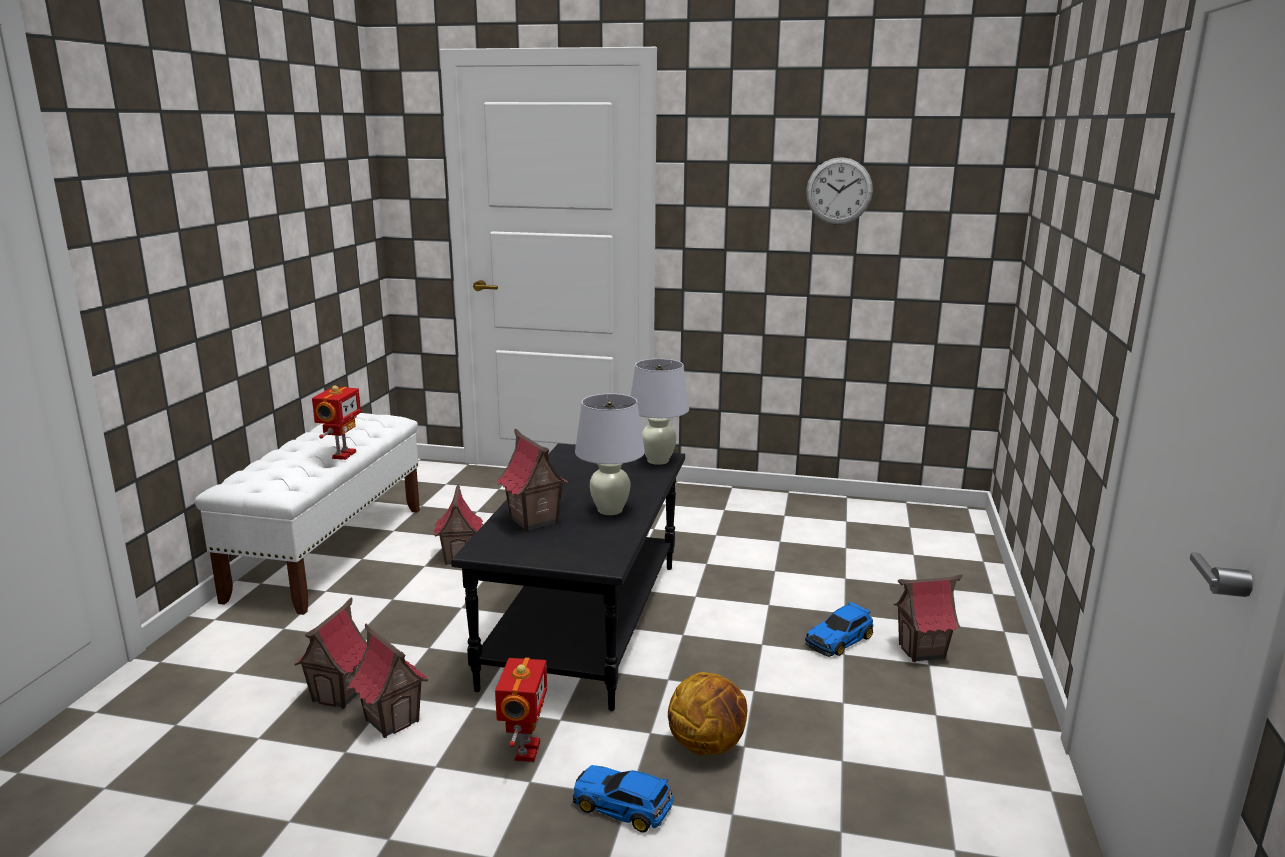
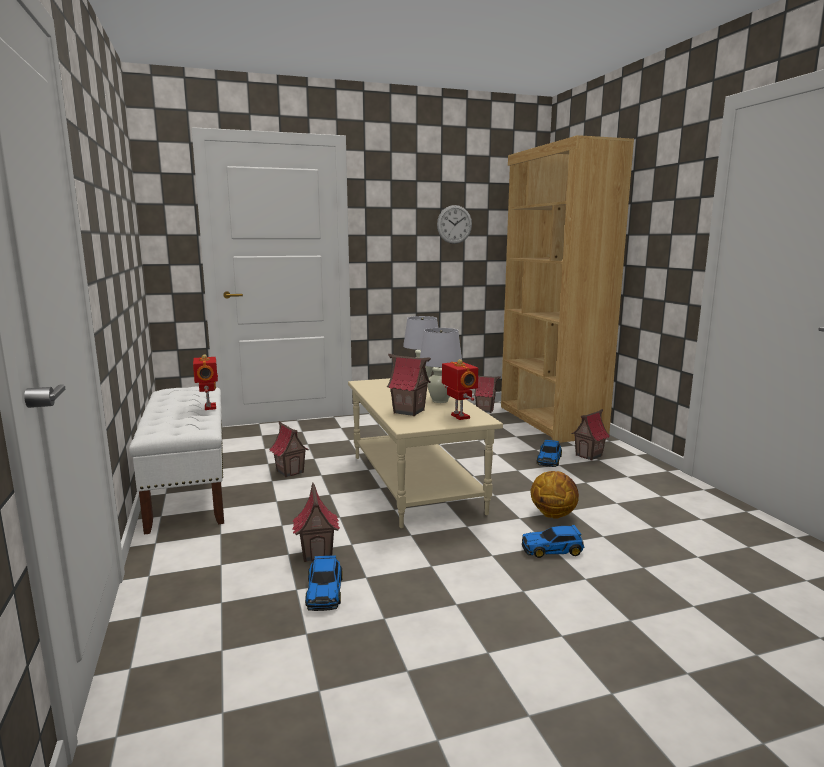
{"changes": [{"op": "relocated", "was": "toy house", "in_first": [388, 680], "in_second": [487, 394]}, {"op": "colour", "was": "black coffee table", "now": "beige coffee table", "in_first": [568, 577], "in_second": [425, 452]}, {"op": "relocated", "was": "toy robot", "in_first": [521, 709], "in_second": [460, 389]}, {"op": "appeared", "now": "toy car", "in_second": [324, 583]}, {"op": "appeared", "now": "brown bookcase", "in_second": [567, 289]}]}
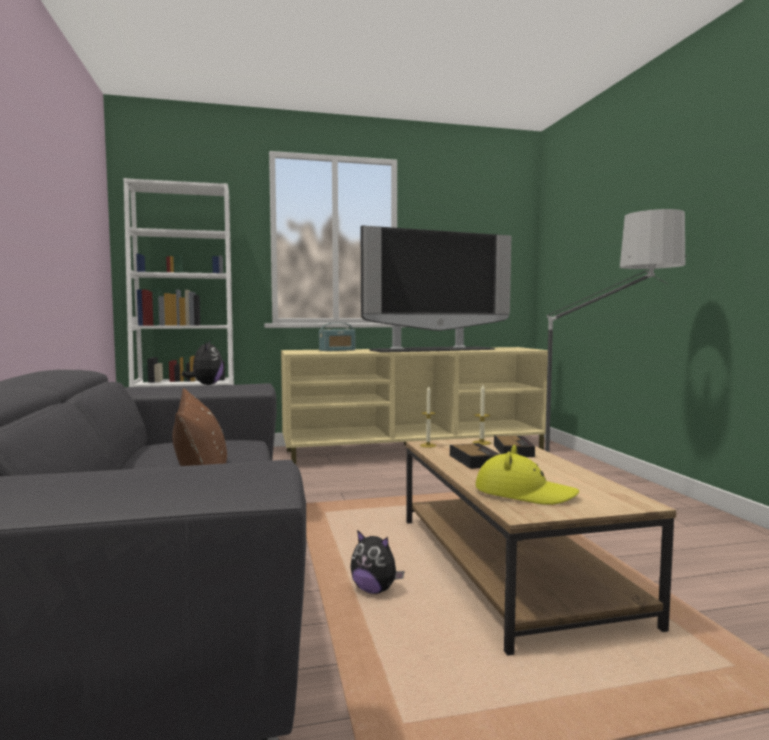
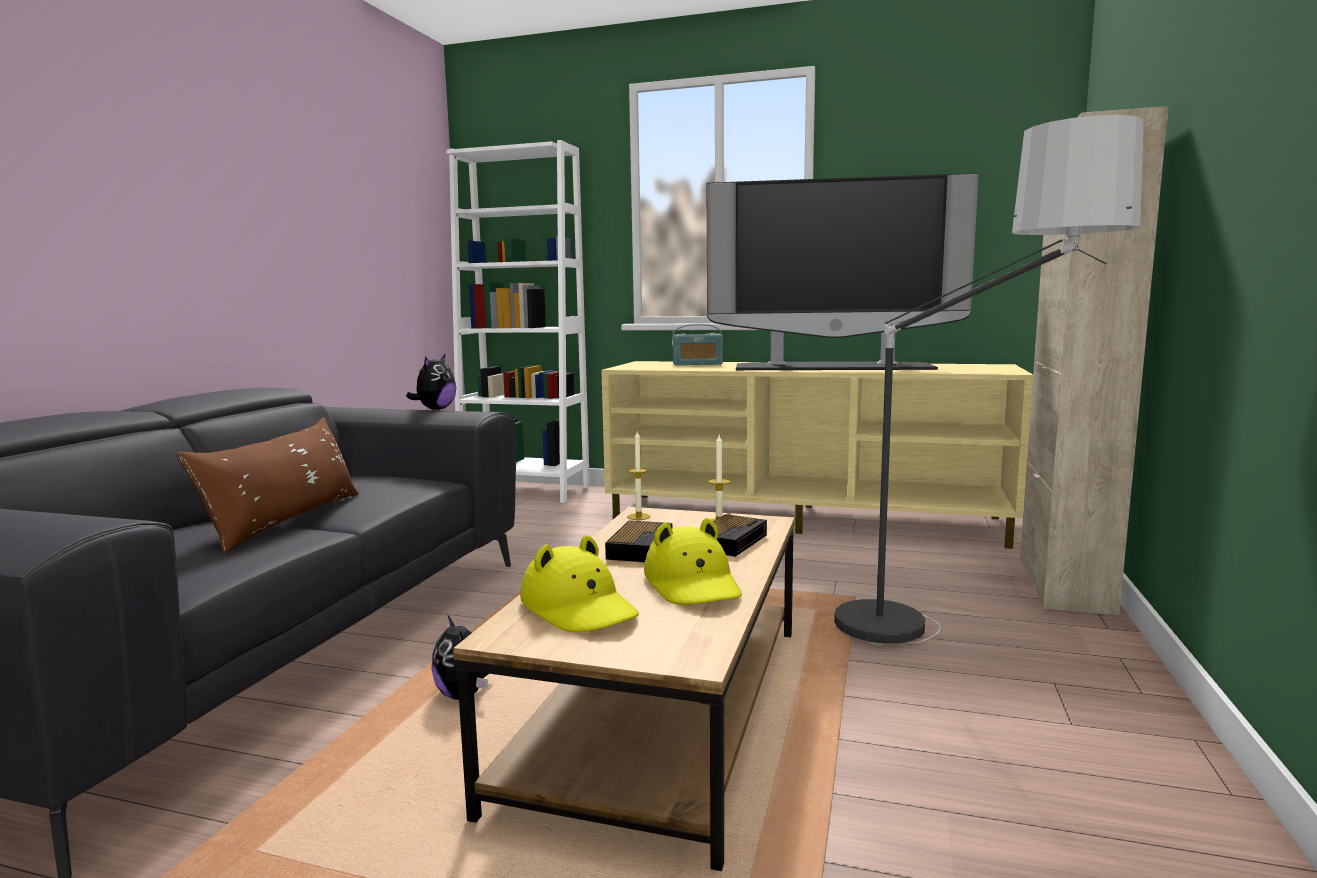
{"changes": [{"op": "appeared", "now": "yellow hat", "in_second": [693, 561]}, {"op": "appeared", "now": "beige cabinet", "in_second": [1094, 360]}]}
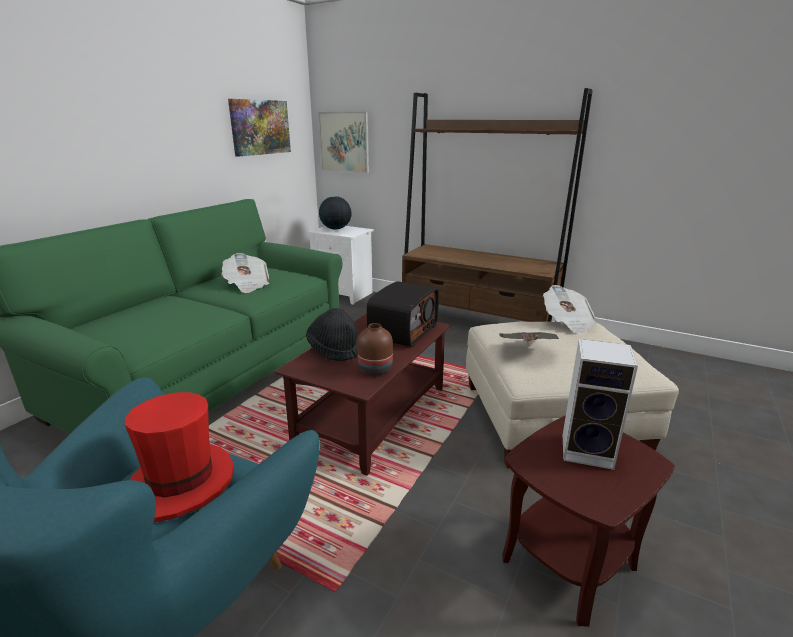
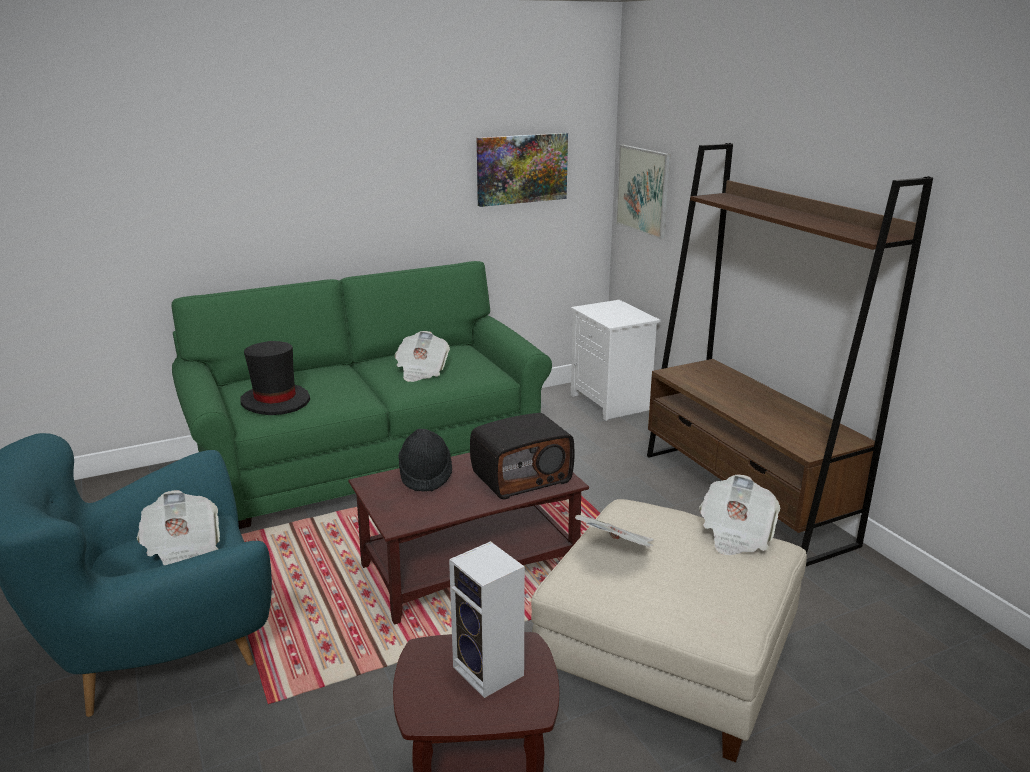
{"changes": [{"op": "exchanged", "was": "red hat", "now": "newspaper", "in_first": [179, 457], "in_second": [178, 527]}, {"op": "missing", "was": "globe", "in_first": [335, 212]}, {"op": "missing", "was": "brown vase", "in_first": [375, 349]}, {"op": "appeared", "now": "black hat", "in_second": [275, 378]}]}
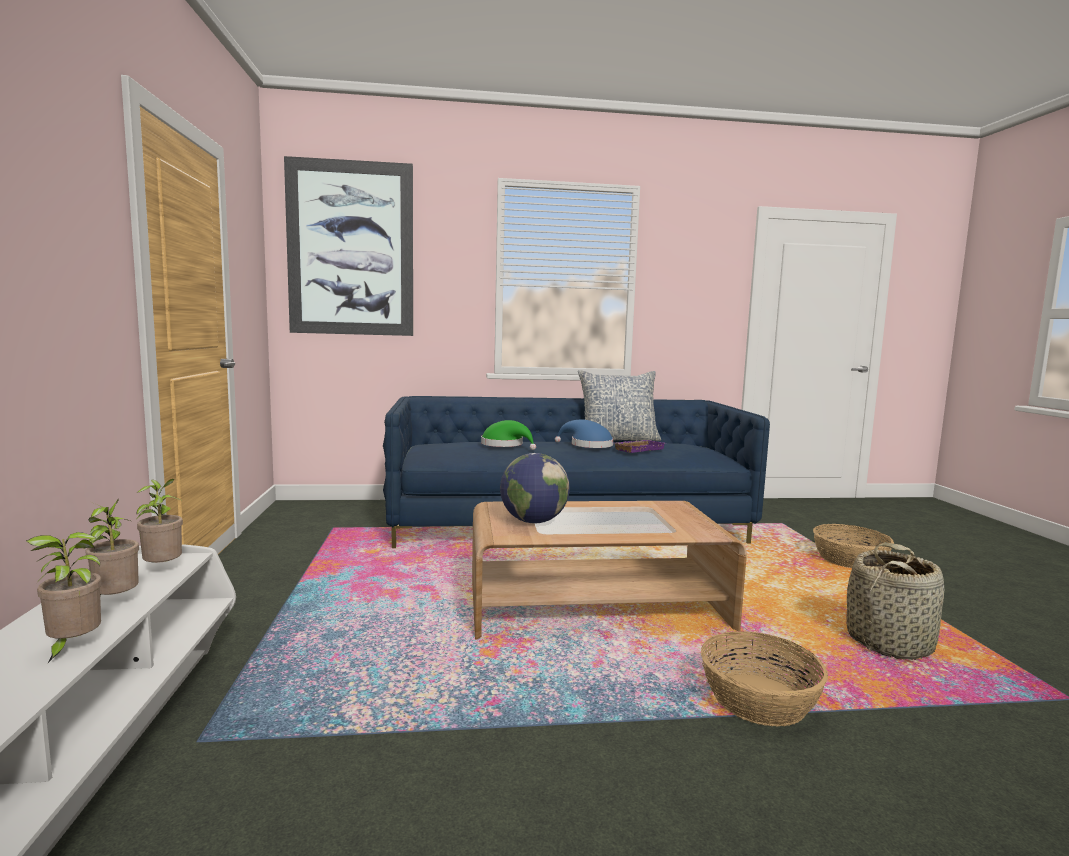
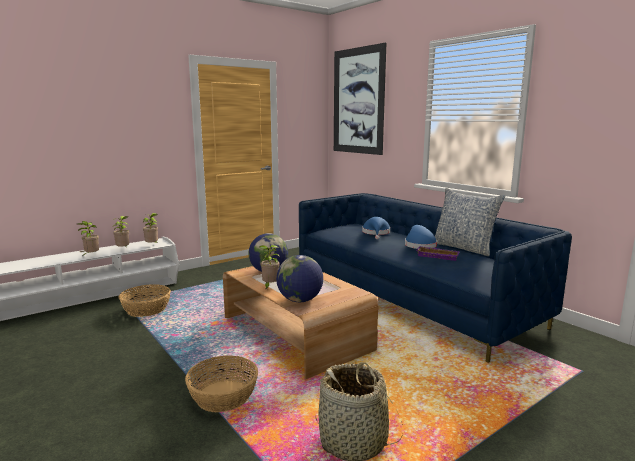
{"changes": [{"op": "colour", "was": "green hat", "now": "blue hat", "in_first": [508, 435], "in_second": [376, 228]}, {"op": "relocated", "was": "basket", "in_first": [853, 546], "in_second": [145, 300]}, {"op": "appeared", "now": "potted plant", "in_second": [269, 267]}, {"op": "appeared", "now": "globe", "in_second": [299, 278]}]}
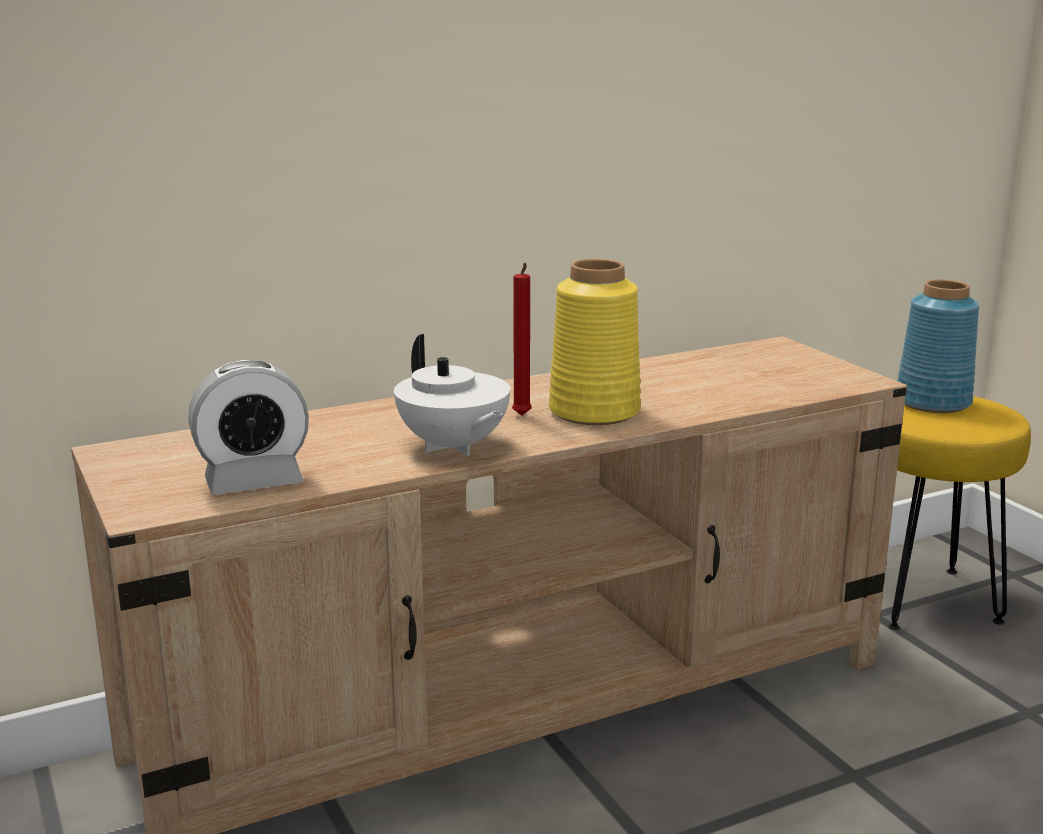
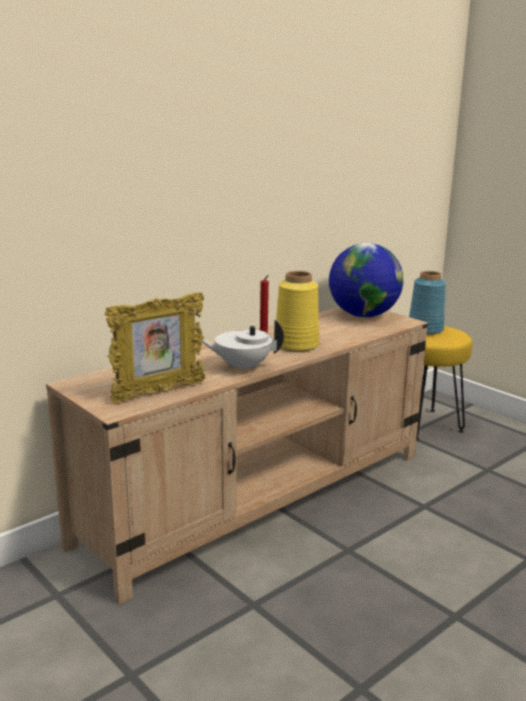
{"changes": [{"op": "exchanged", "was": "alarm clock", "now": "picture frame", "in_first": [248, 427], "in_second": [155, 347]}, {"op": "spun", "was": "white teapot", "in_first": [452, 395], "in_second": [243, 346], "clockwise": 135}, {"op": "appeared", "now": "globe", "in_second": [366, 280]}]}
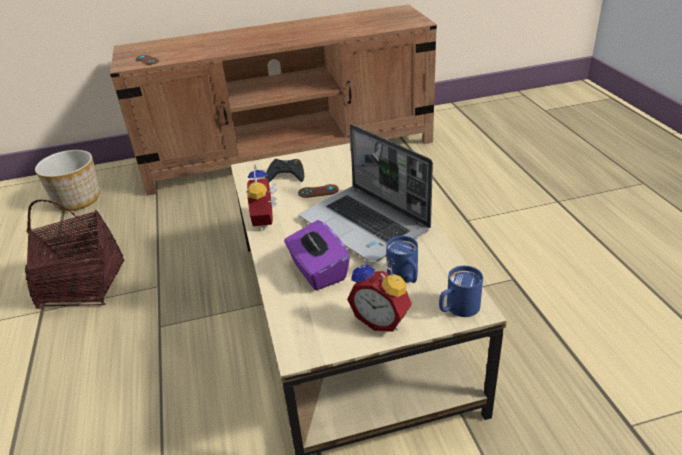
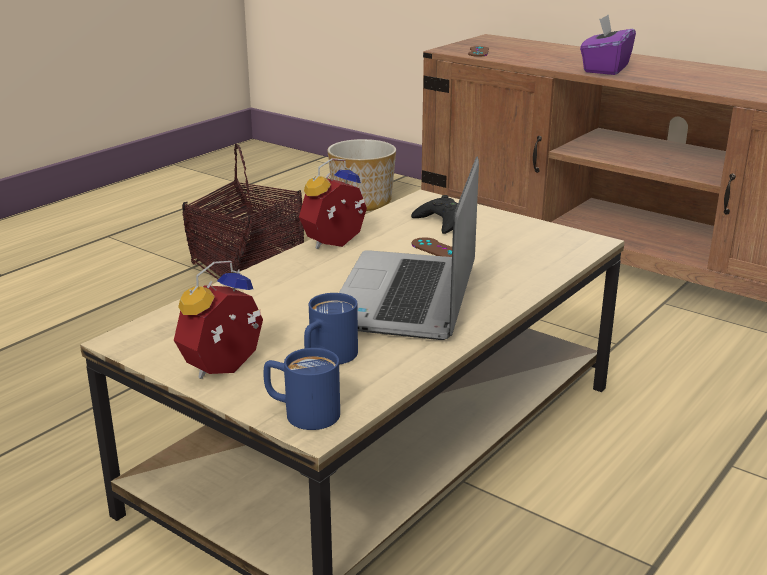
{"changes": [{"op": "relocated", "was": "purple tissue box", "in_first": [317, 255], "in_second": [608, 45]}, {"op": "spun", "was": "alarm clock", "in_first": [379, 296], "in_second": [218, 320], "clockwise": 45}]}
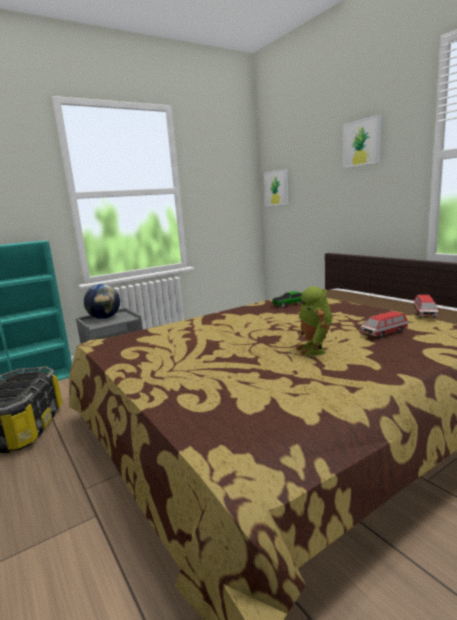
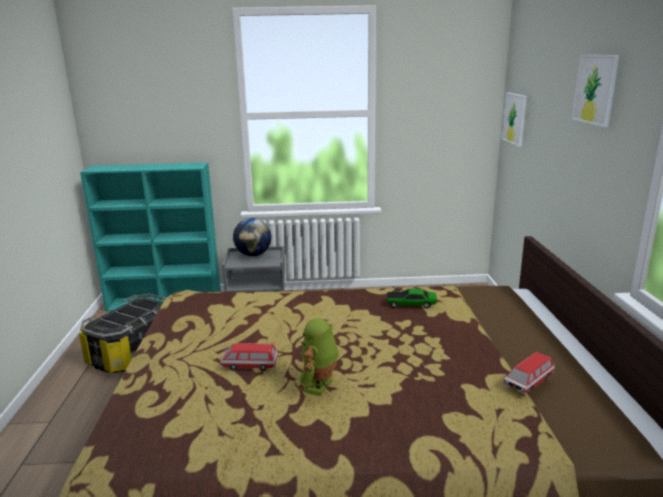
{"changes": [{"op": "relocated", "was": "toy car", "in_first": [384, 324], "in_second": [249, 357]}]}
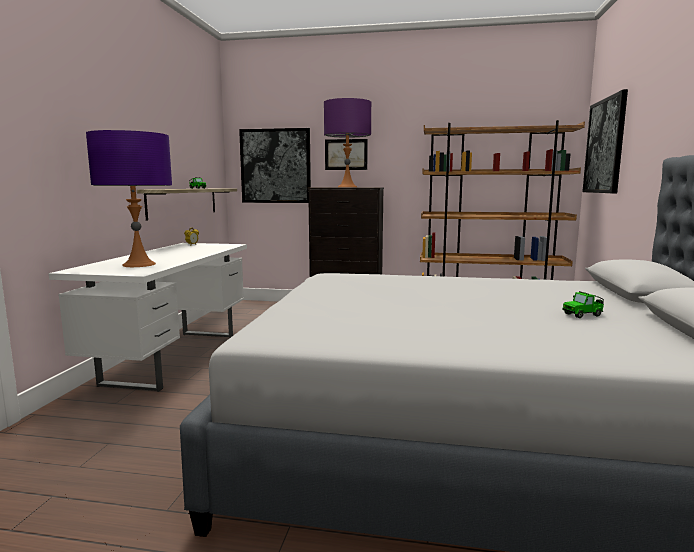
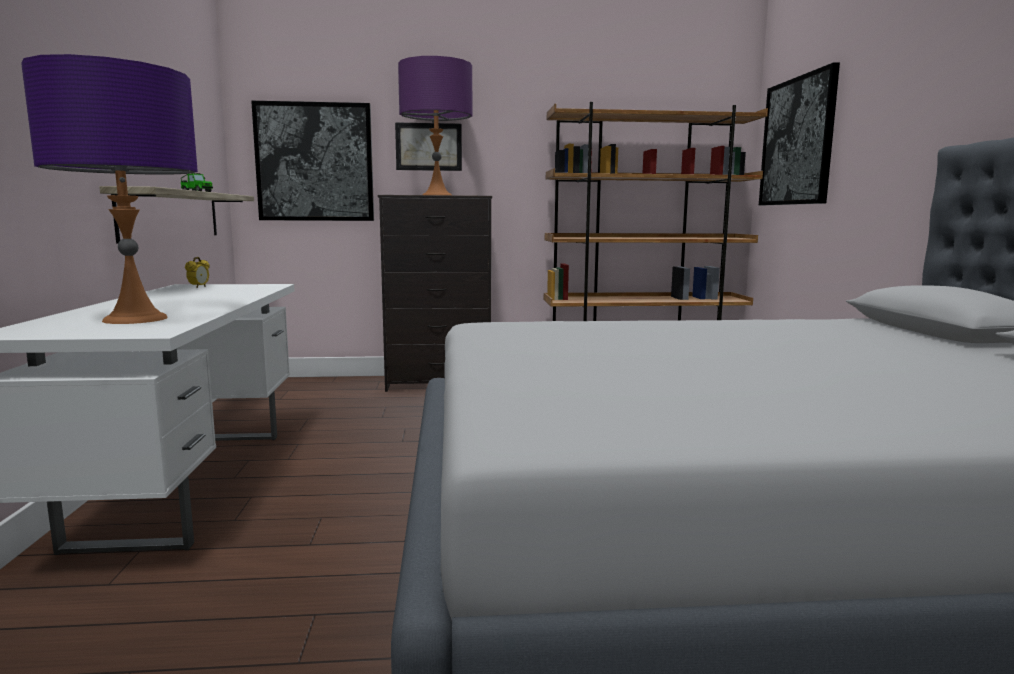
{"changes": [{"op": "missing", "was": "toy car", "in_first": [583, 304]}]}
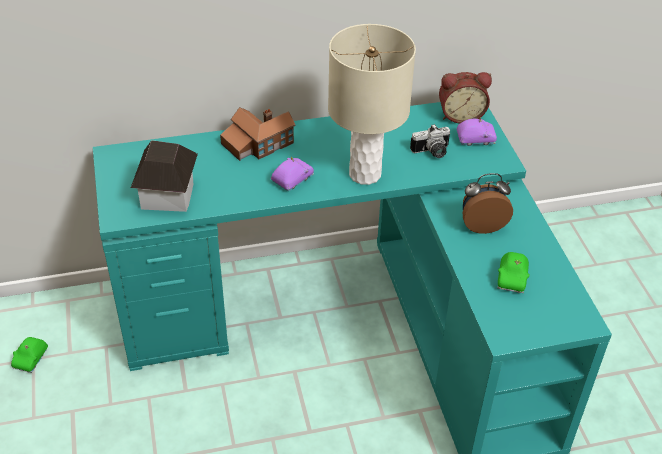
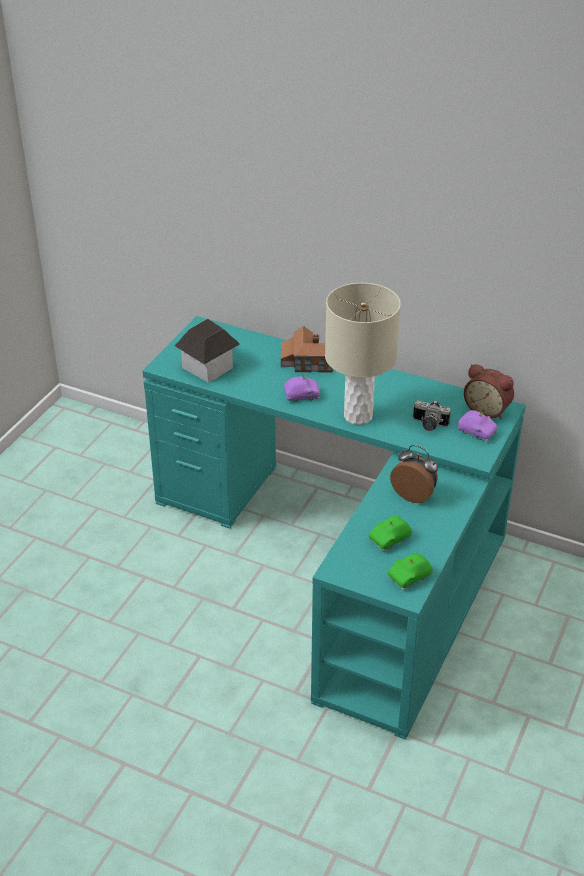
{"changes": [{"op": "relocated", "was": "green toy car", "in_first": [29, 355], "in_second": [410, 571]}]}
